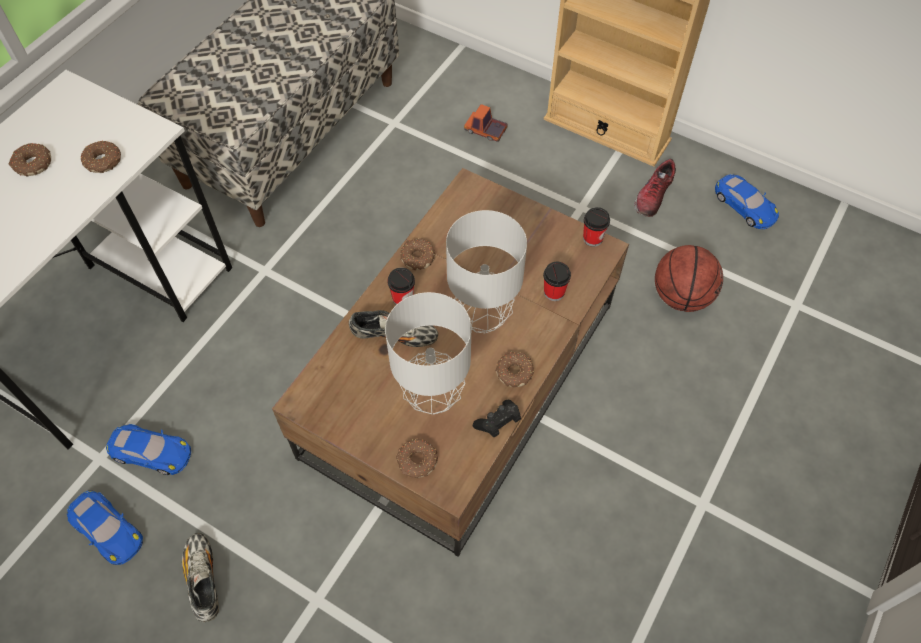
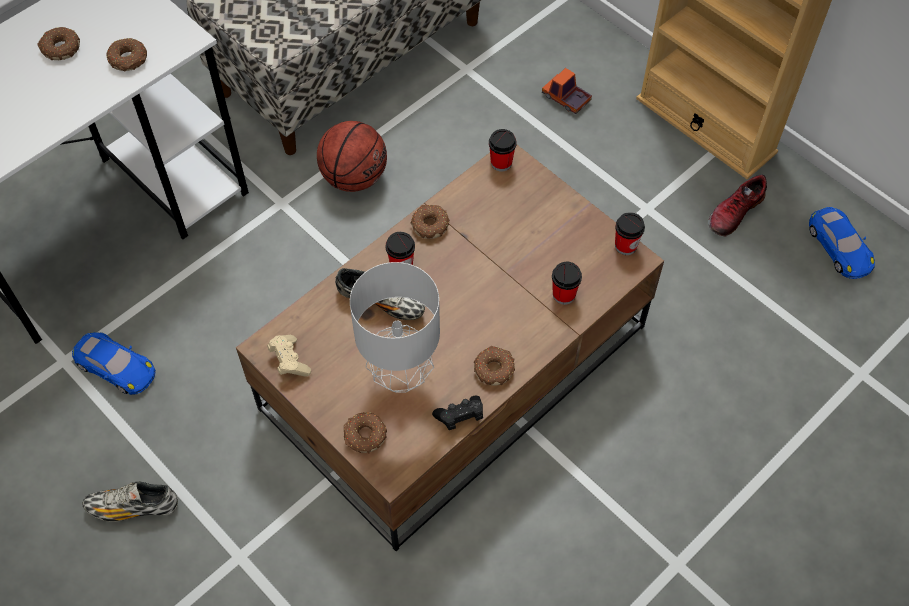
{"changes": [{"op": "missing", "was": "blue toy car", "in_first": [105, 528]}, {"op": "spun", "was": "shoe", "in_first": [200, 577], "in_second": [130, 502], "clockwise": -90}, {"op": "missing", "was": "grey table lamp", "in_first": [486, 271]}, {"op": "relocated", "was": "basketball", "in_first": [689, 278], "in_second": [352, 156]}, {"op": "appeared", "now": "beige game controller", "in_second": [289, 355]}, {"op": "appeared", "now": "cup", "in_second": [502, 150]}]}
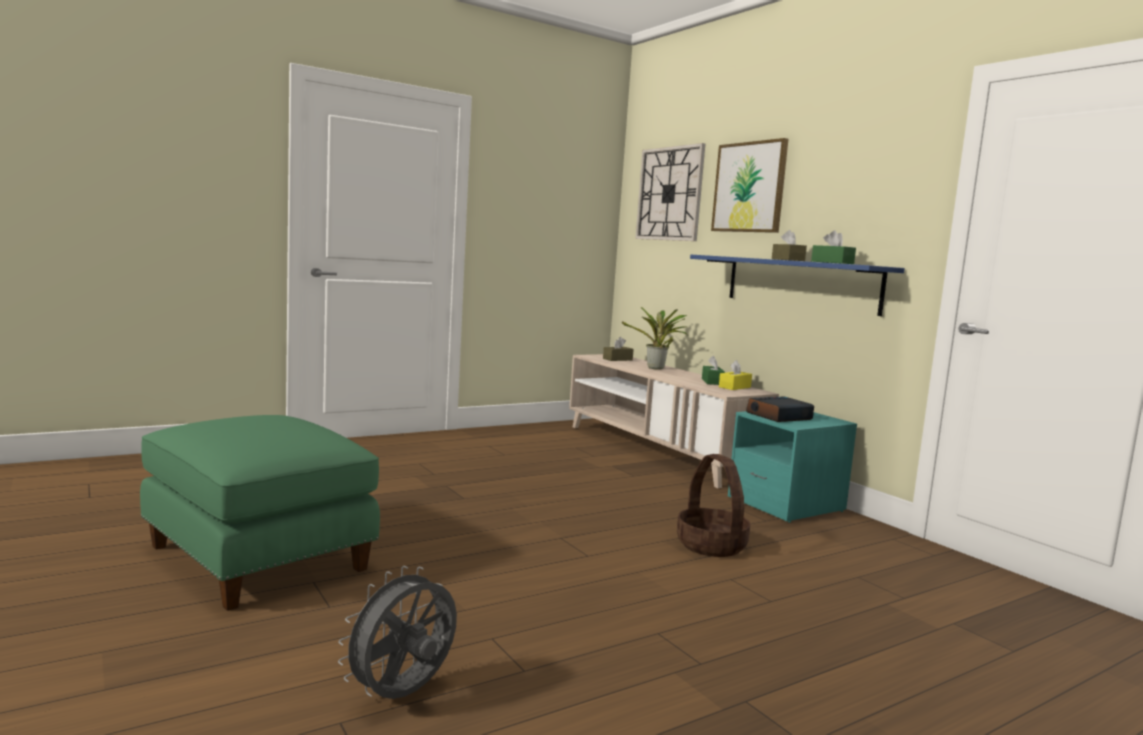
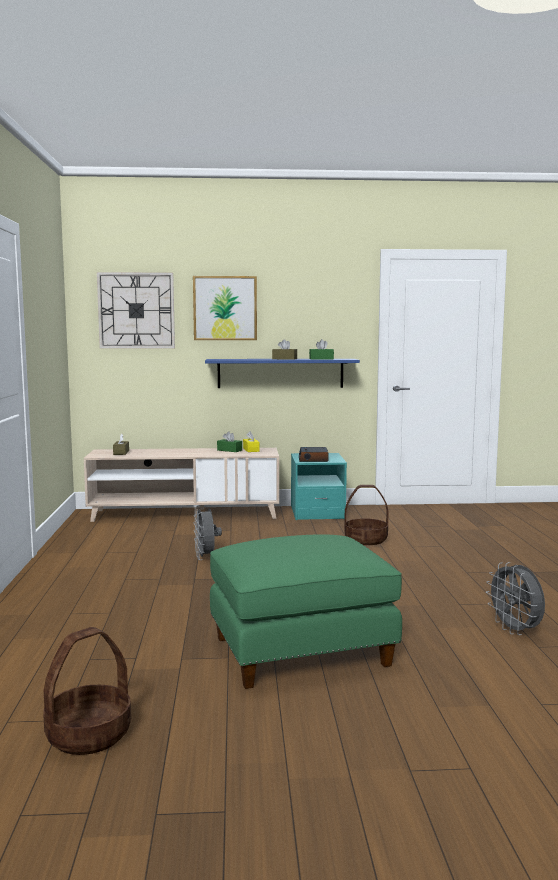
{"changes": [{"op": "missing", "was": "potted plant", "in_first": [654, 338]}, {"op": "appeared", "now": "basket", "in_second": [87, 691]}, {"op": "appeared", "now": "grey fan", "in_second": [207, 533]}]}
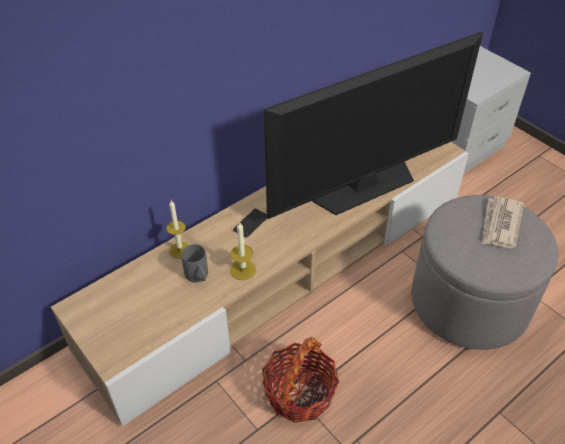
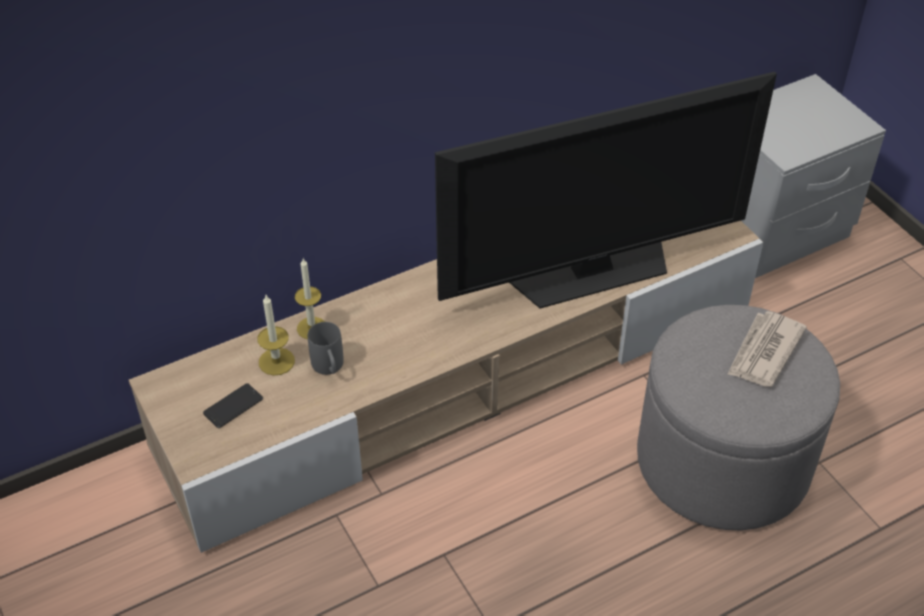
{"changes": [{"op": "relocated", "was": "candle", "in_first": [243, 251], "in_second": [276, 335]}, {"op": "relocated", "was": "phone", "in_first": [250, 223], "in_second": [233, 405]}, {"op": "missing", "was": "basket", "in_first": [300, 380]}]}
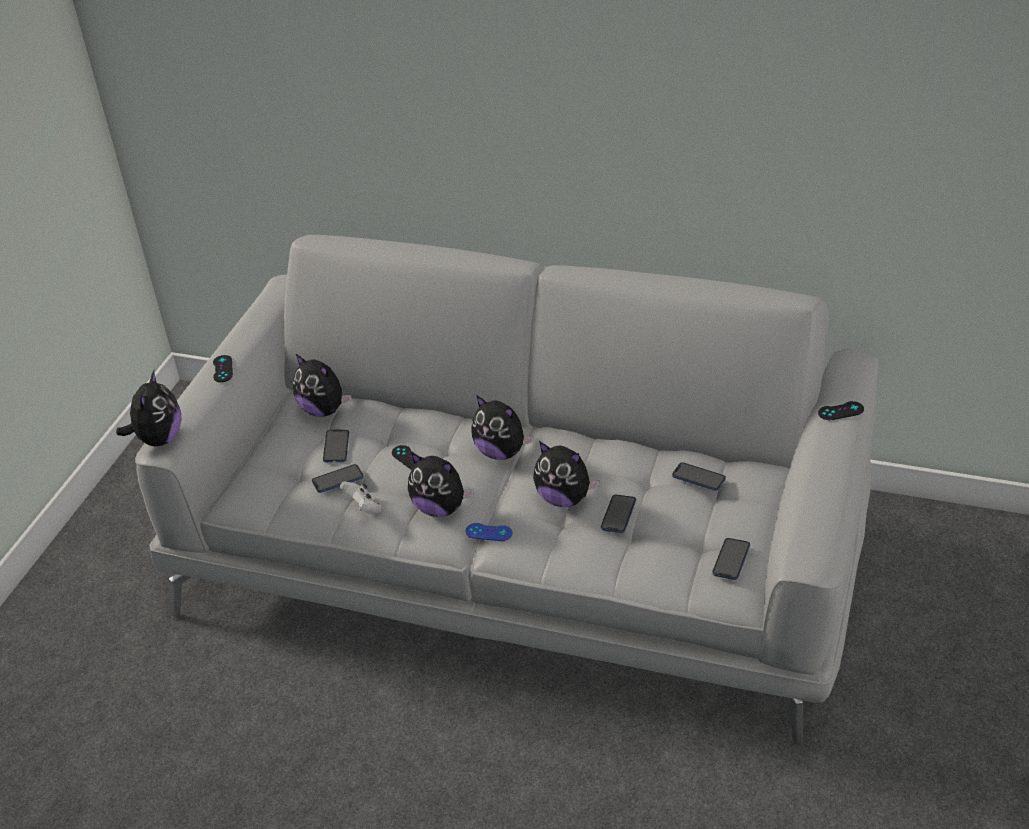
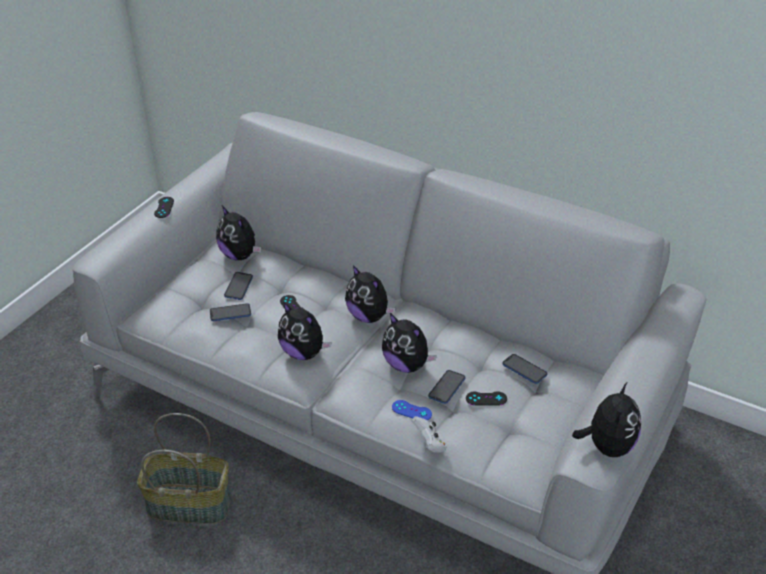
{"changes": [{"op": "relocated", "was": "plush toy", "in_first": [148, 408], "in_second": [606, 419]}, {"op": "relocated", "was": "white game controller", "in_first": [361, 497], "in_second": [429, 434]}, {"op": "relocated", "was": "blue game controller", "in_first": [489, 532], "in_second": [412, 410]}, {"op": "missing", "was": "phone", "in_first": [731, 559]}, {"op": "relocated", "was": "black game controller", "in_first": [841, 410], "in_second": [486, 398]}, {"op": "appeared", "now": "basket", "in_second": [184, 468]}]}
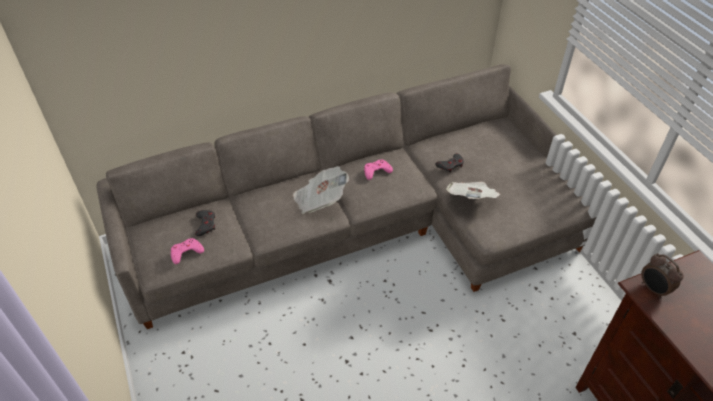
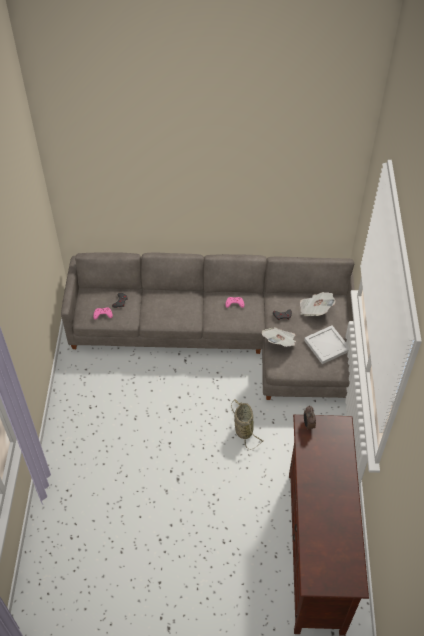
{"changes": [{"op": "relocated", "was": "newspaper", "in_first": [321, 190], "in_second": [317, 304]}, {"op": "appeared", "now": "basket", "in_second": [247, 424]}, {"op": "appeared", "now": "white tray", "in_second": [326, 344]}]}
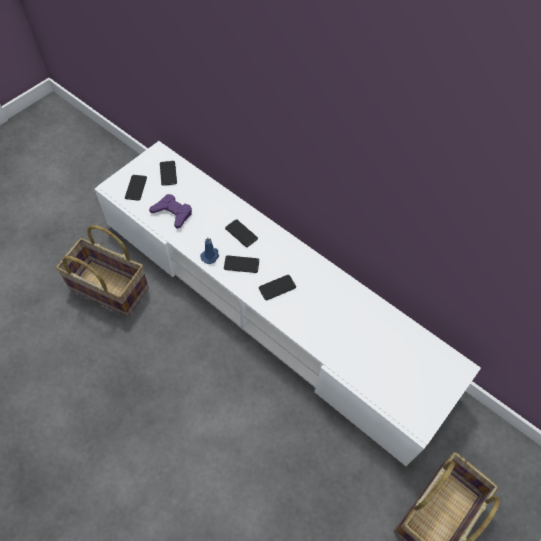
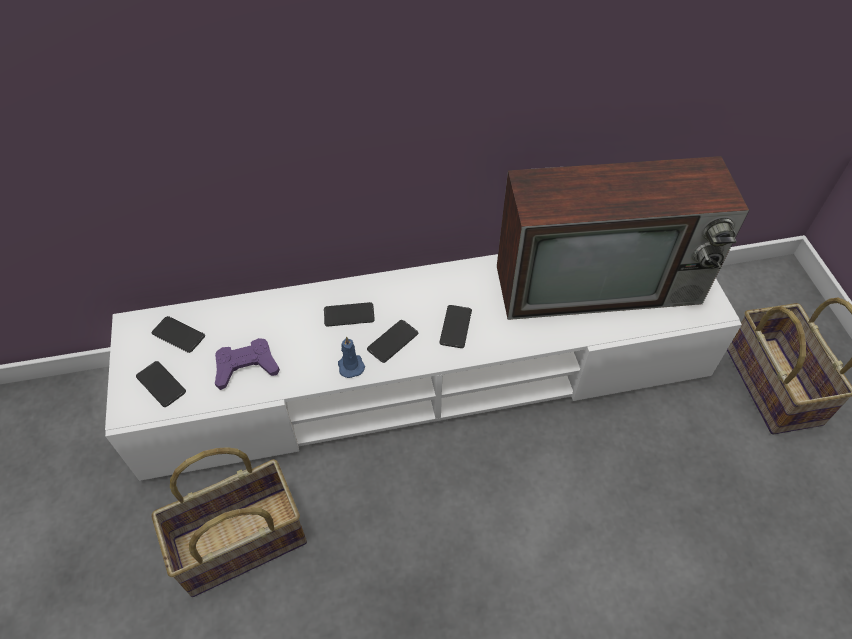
{"changes": [{"op": "appeared", "now": "television", "in_second": [623, 238]}]}
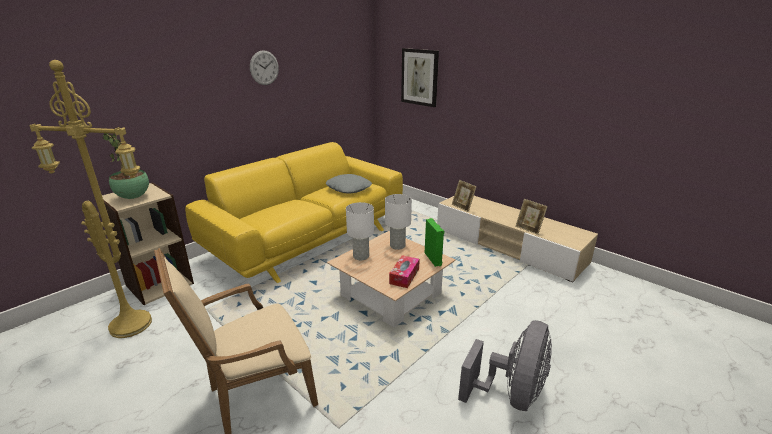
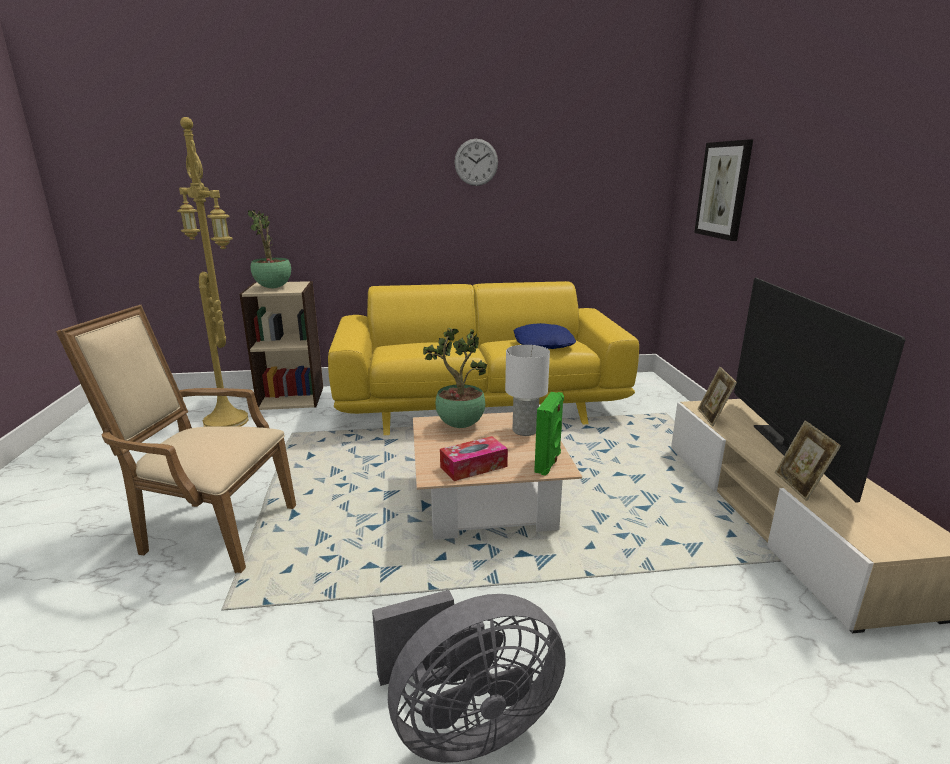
{"changes": [{"op": "colour", "was": "grey pillow", "now": "blue pillow", "in_first": [349, 183], "in_second": [544, 336]}, {"op": "exchanged", "was": "white table lamp", "now": "potted plant", "in_first": [360, 231], "in_second": [455, 377]}, {"op": "appeared", "now": "television", "in_second": [819, 390]}]}
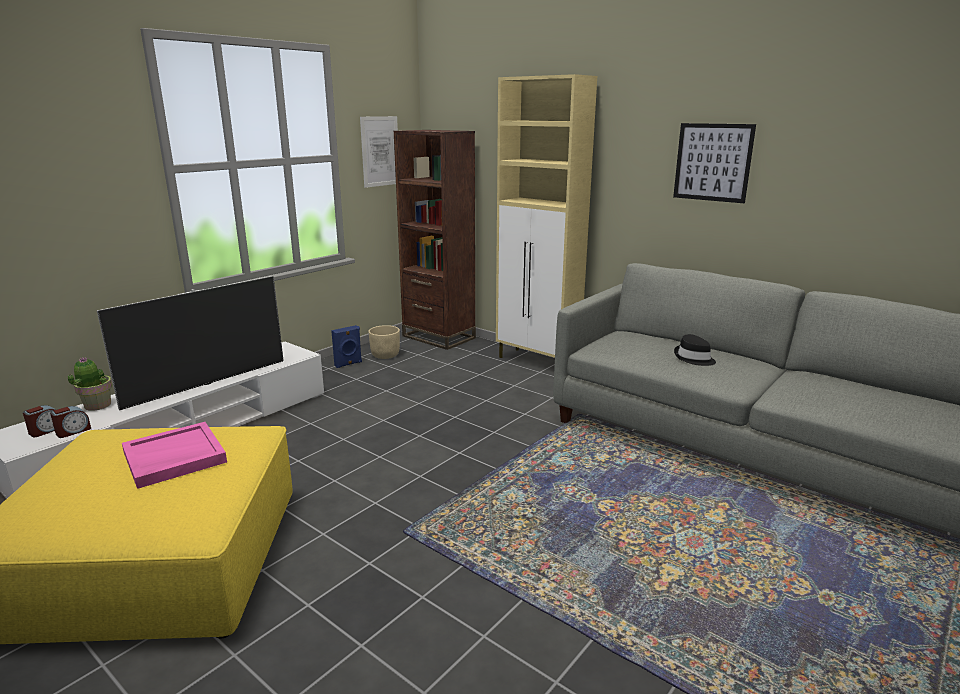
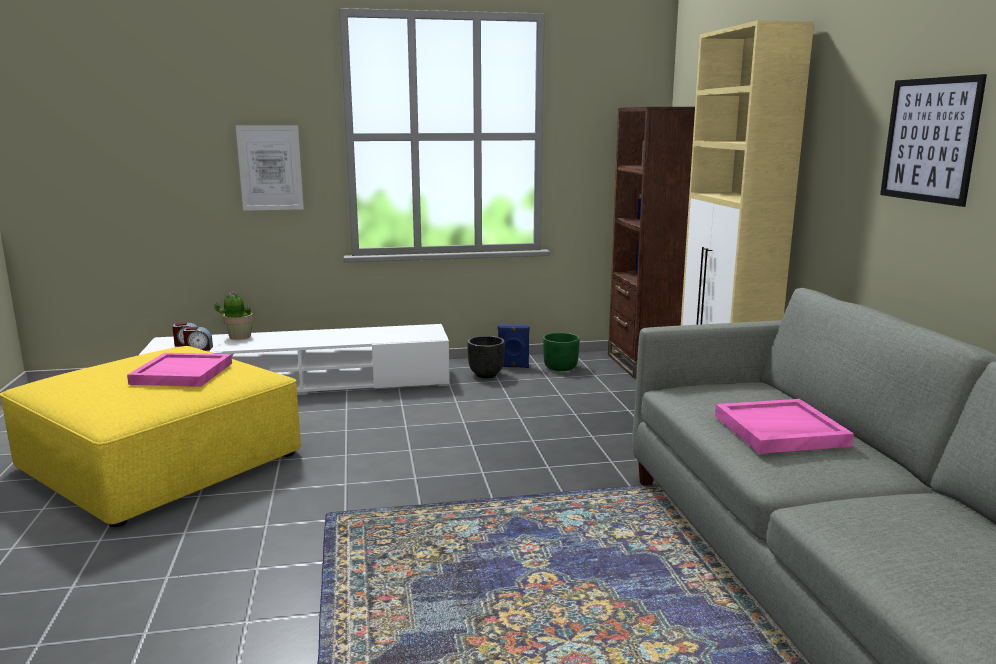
{"changes": [{"op": "missing", "was": "television", "in_first": [190, 343]}, {"op": "relocated", "was": "picture", "in_first": [379, 152], "in_second": [270, 168]}, {"op": "colour", "was": "beige planter", "now": "green planter", "in_first": [384, 342], "in_second": [561, 352]}, {"op": "exchanged", "was": "black hat", "now": "pink tray", "in_first": [695, 350], "in_second": [784, 426]}, {"op": "appeared", "now": "black planter", "in_second": [486, 357]}]}
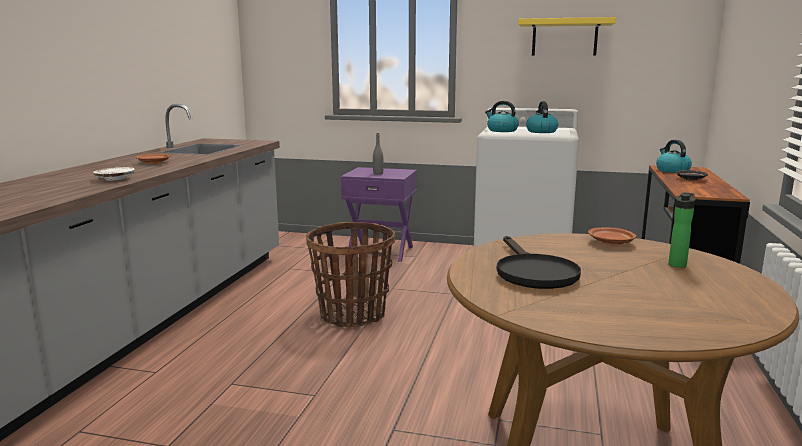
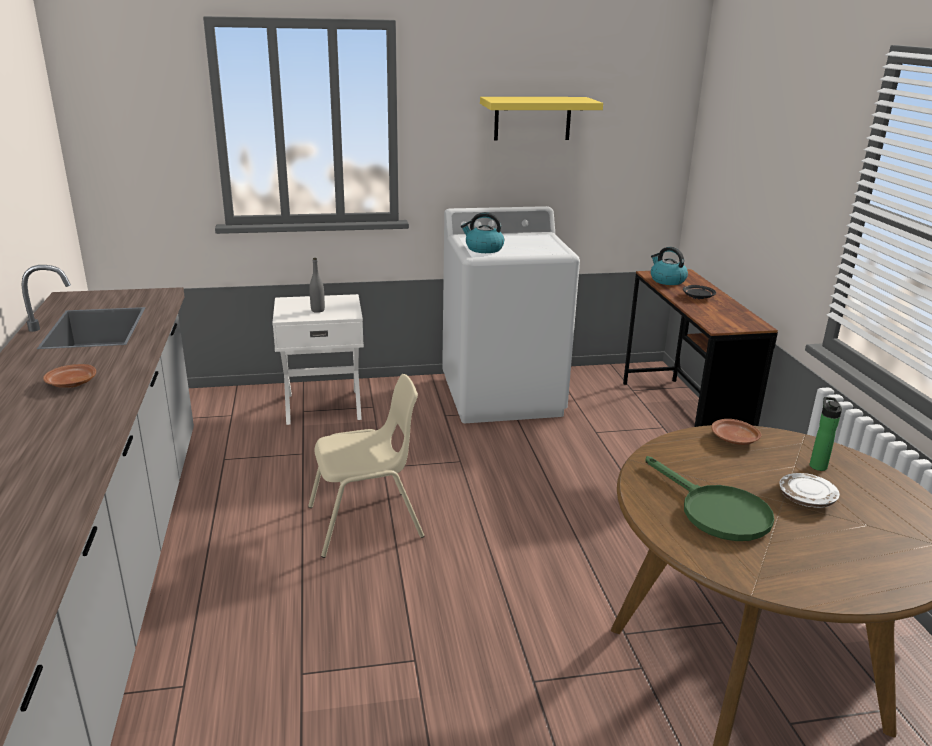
{"changes": [{"op": "relocated", "was": "white plate", "in_first": [113, 174], "in_second": [809, 490]}, {"op": "exchanged", "was": "basket", "now": "beige chair", "in_first": [350, 274], "in_second": [366, 466]}, {"op": "colour", "was": "purple nightstand", "now": "white nightstand", "in_first": [379, 214], "in_second": [318, 359]}, {"op": "colour", "was": "black frying pan", "now": "green frying pan", "in_first": [539, 262], "in_second": [709, 498]}, {"op": "missing", "was": "kettle", "in_first": [542, 117]}]}
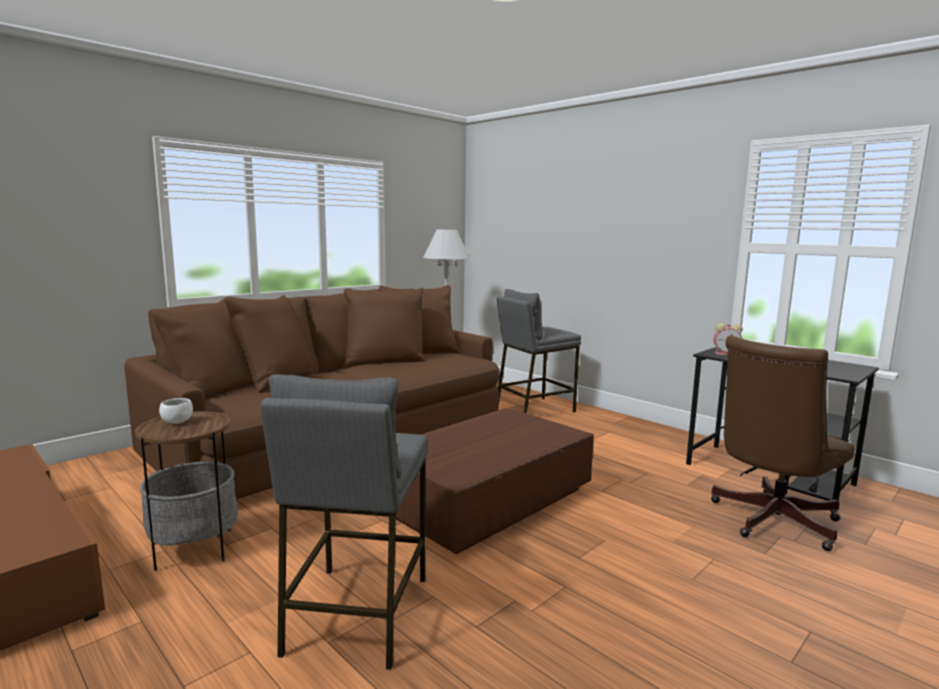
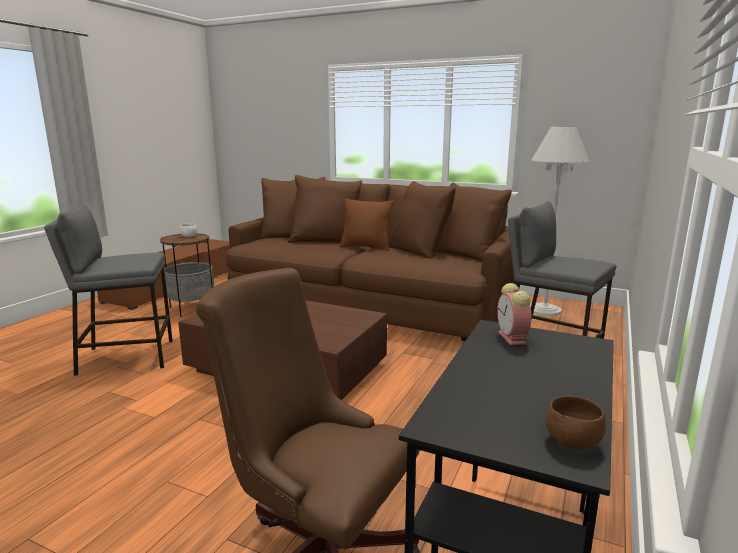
{"changes": [{"op": "appeared", "now": "brown pillow", "in_second": [366, 224]}, {"op": "appeared", "now": "brown bowl", "in_second": [575, 423]}]}
